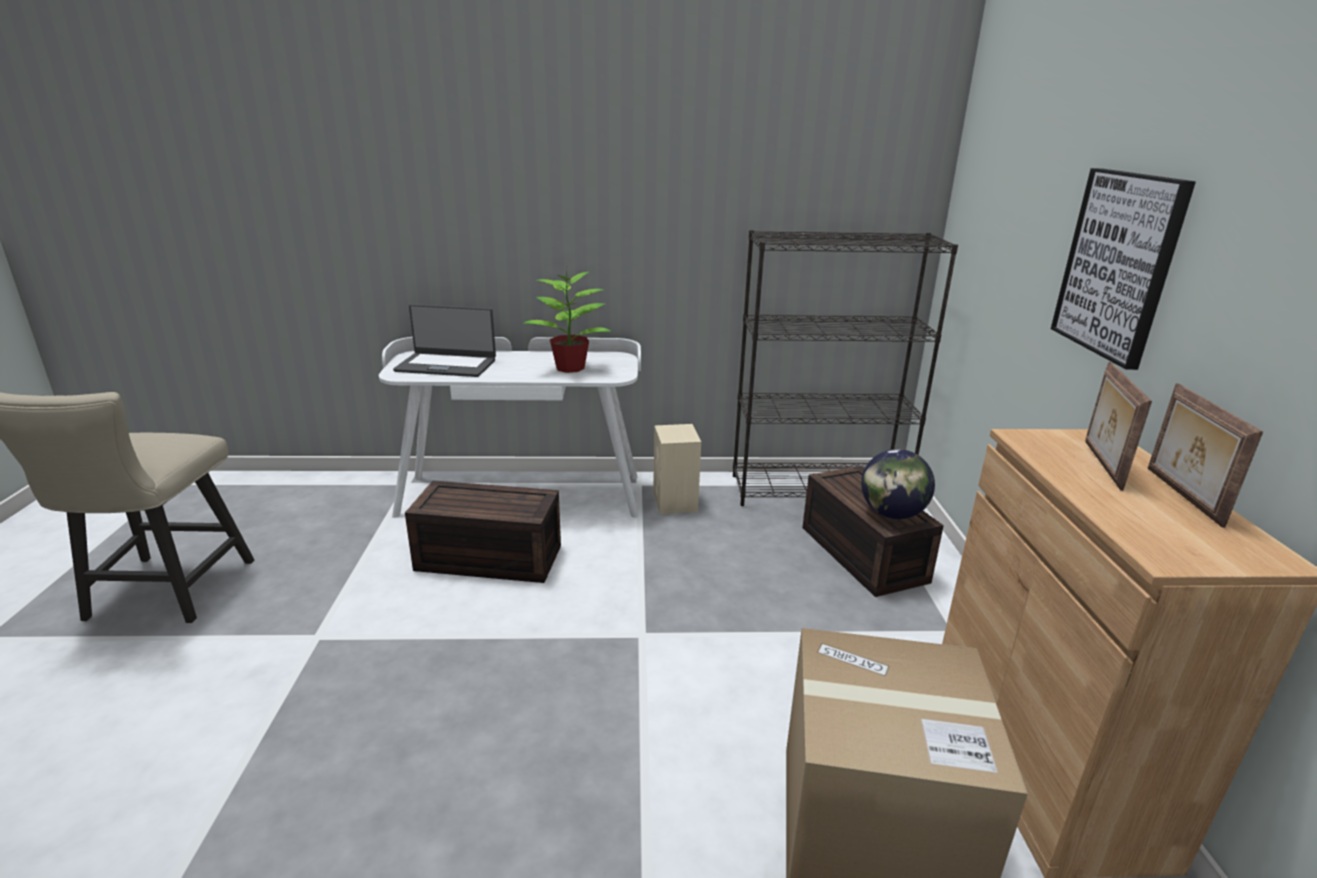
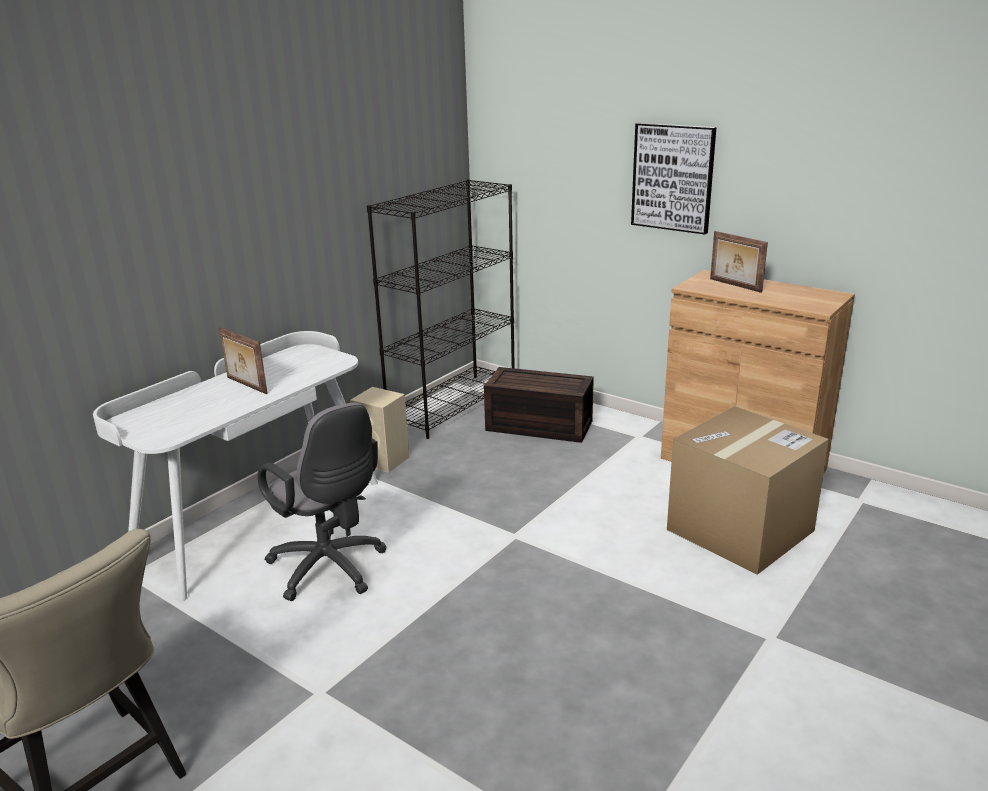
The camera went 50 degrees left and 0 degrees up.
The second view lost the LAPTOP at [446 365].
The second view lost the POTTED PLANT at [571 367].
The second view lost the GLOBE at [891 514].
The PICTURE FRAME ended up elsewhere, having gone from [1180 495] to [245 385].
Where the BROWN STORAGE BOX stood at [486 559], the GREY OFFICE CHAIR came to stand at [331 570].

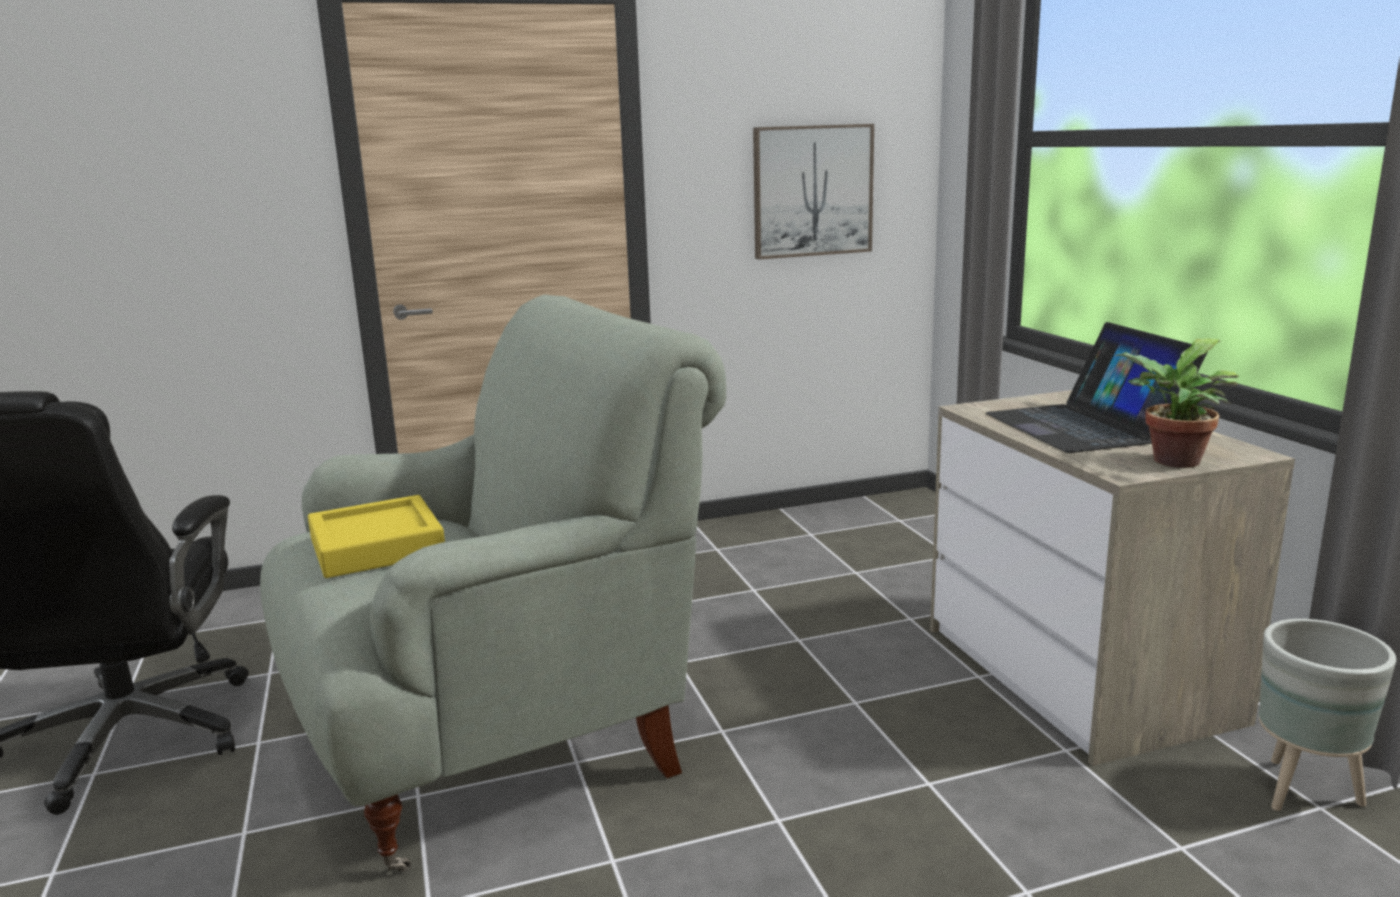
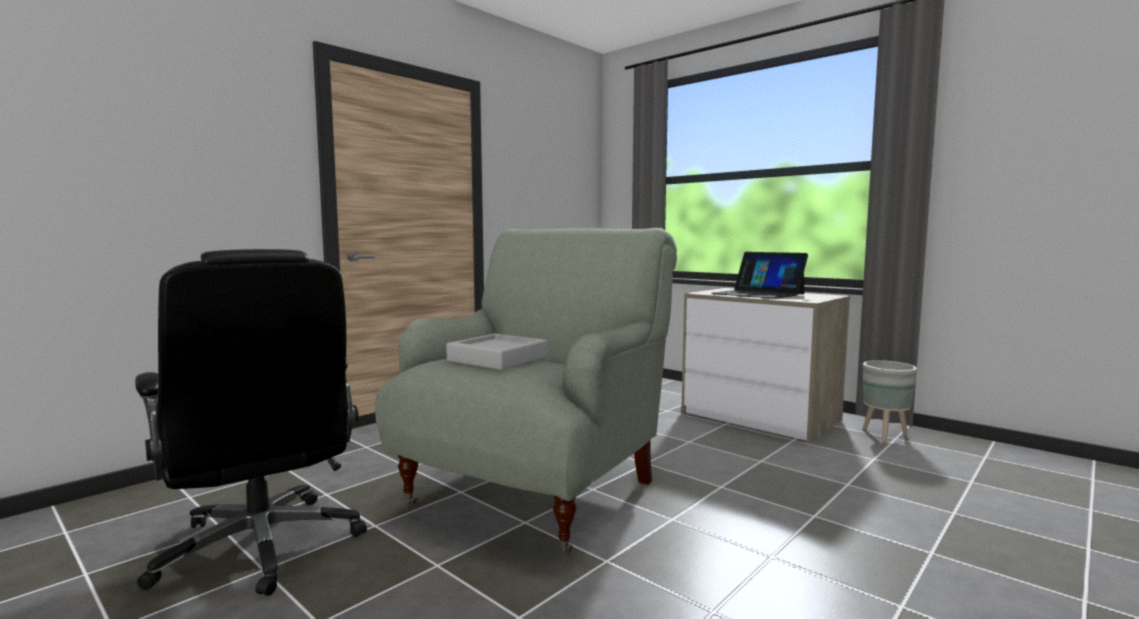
The camera went 30 degrees left and 10 degrees down.
The second view lost the PICTURE at [812 191].
The second view lost the POTTED PLANT at [1171 462].
What was the YELLOW TRAY at [377 547] turned into the GREY TRAY at [497 359].

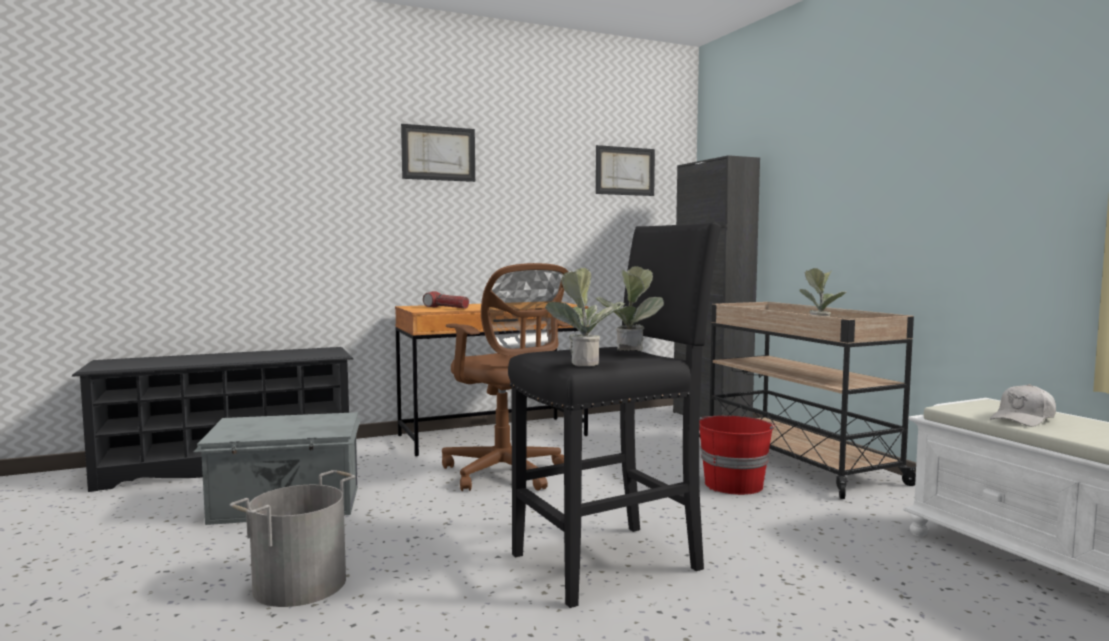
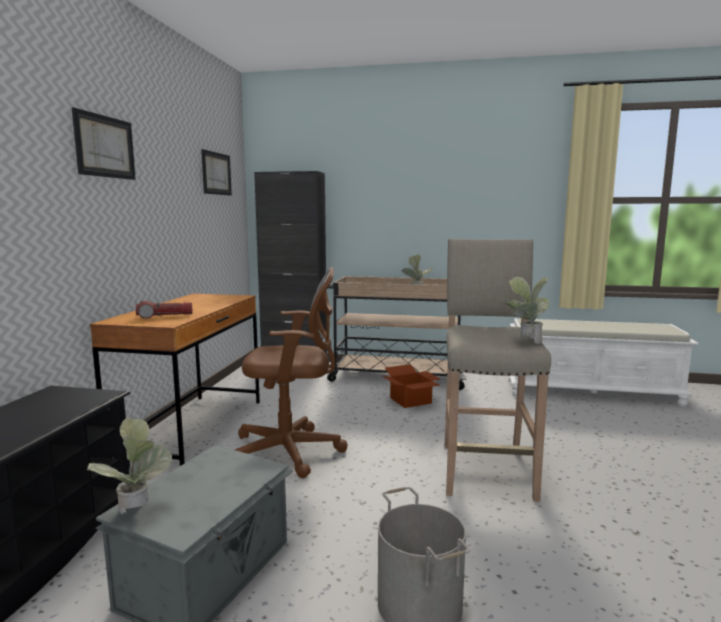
The camera went 55 degrees left and 5 degrees up.
The second view lost the WHITE CAP at [1023 419].
The POTTED PLANT ended up elsewhere, having gone from [629 353] to [137 512].
Where the RED BUCKET stood at [733 484], the CARDBOARD BOX came to stand at [410 401].
What was the BLACK STOOL at [610 561] turned into the BEIGE STOOL at [486 469].

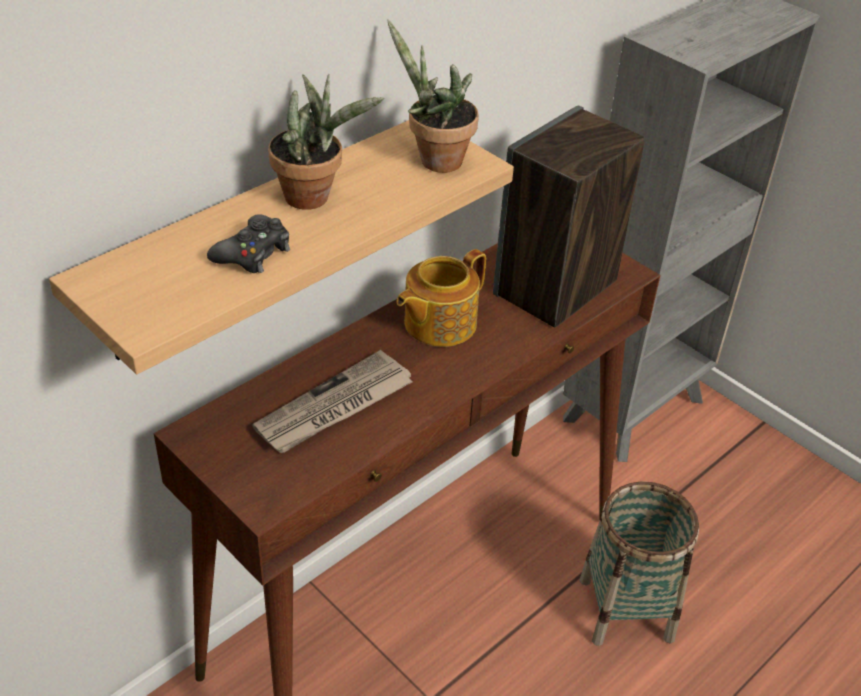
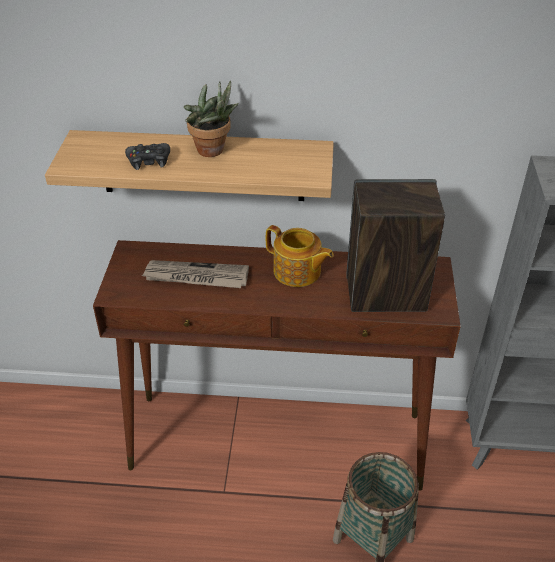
The camera went 50 degrees right and 0 degrees up.
The second view lost the POTTED PLANT at [434 160].
The TEAPOT at [438 323] ended up facing another way, 150 degrees counterclockwise from before.

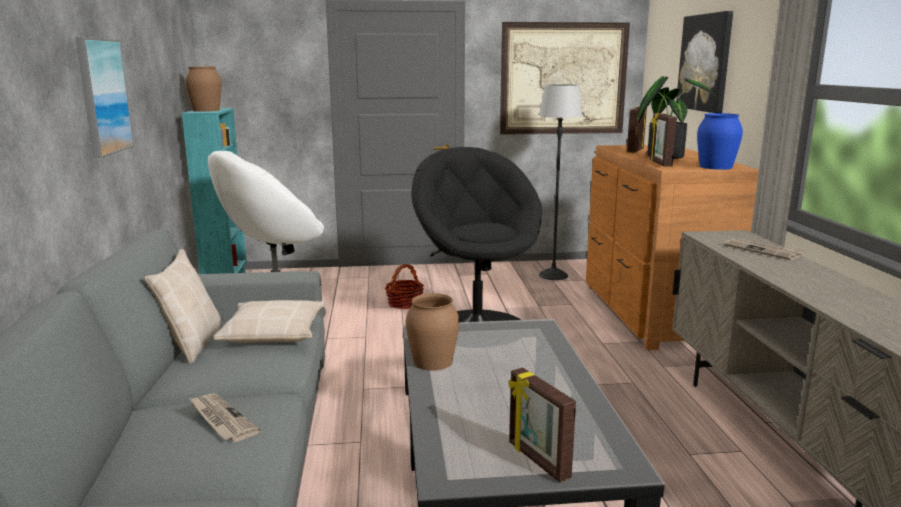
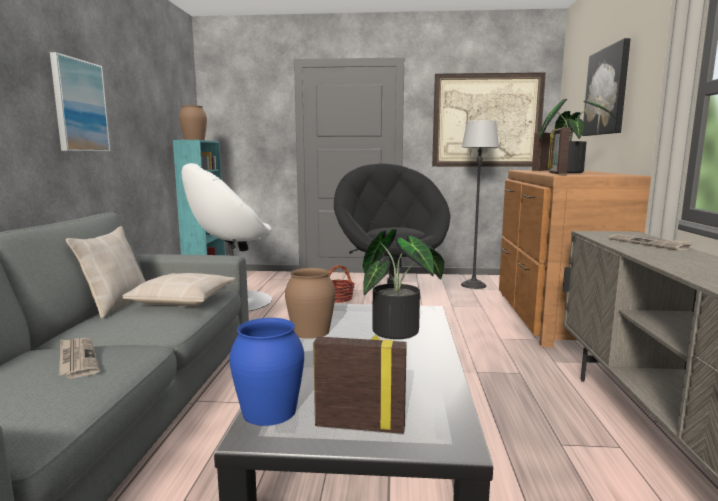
The camera went 10 degrees right and 5 degrees down.
The second view gained the POTTED PLANT at [401 331].
The BLUE VASE ended up elsewhere, having gone from [716 167] to [269 411].
The PICTURE FRAME at [537 460] ended up facing another way, 120 degrees clockwise from before.

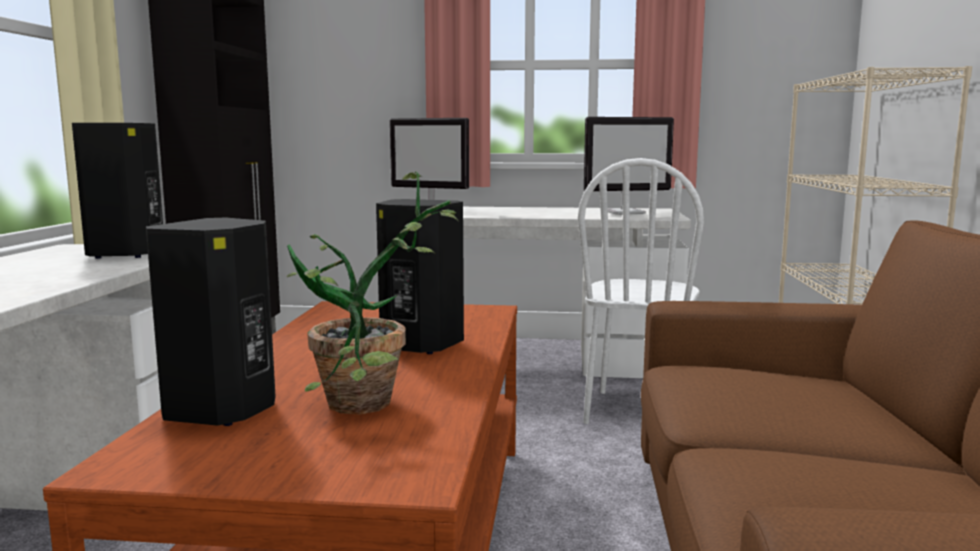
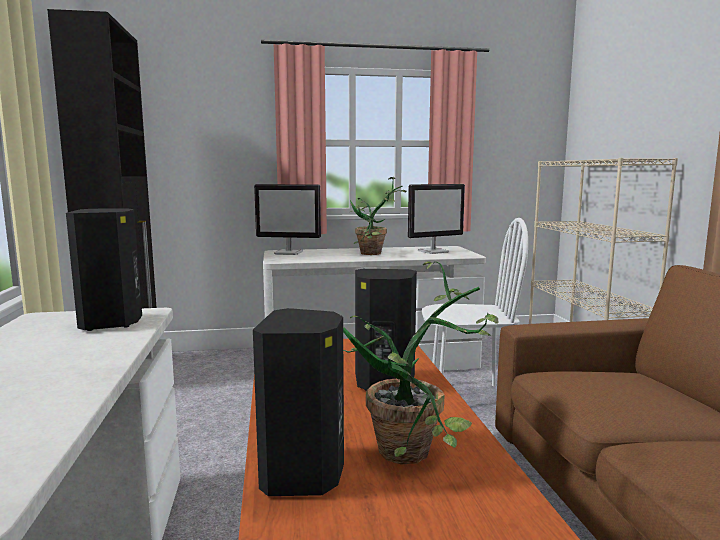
The camera went 15 degrees left and 0 degrees up.
The second view gained the POTTED PLANT at [375 254].
The WHITE CHAIR at [637 411] ended up facing another way, 90 degrees counterclockwise from before.

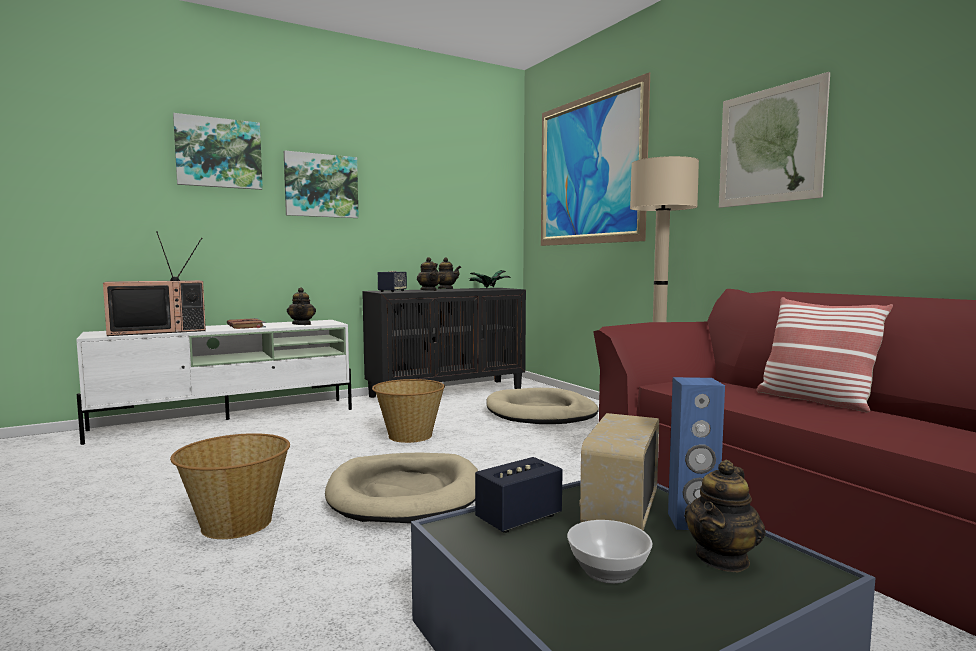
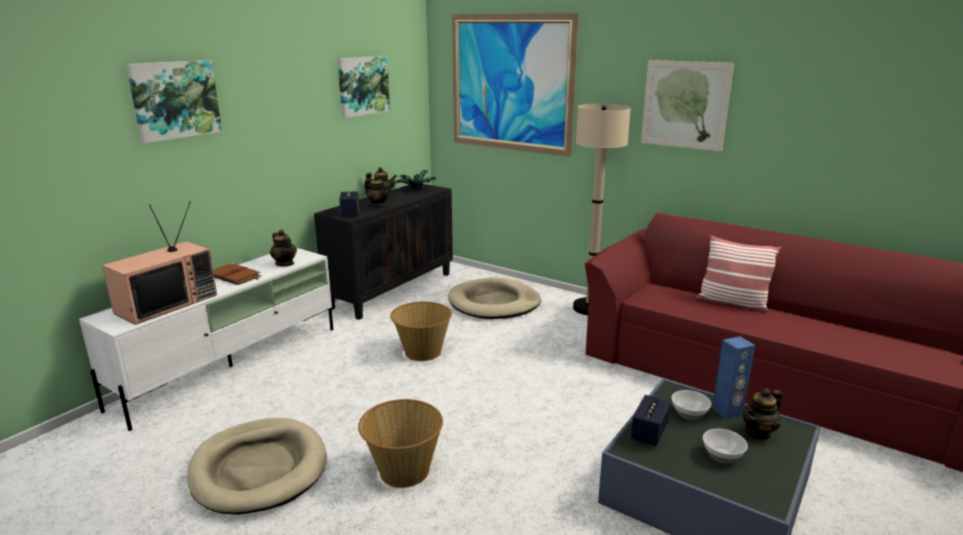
The camera went 25 degrees left and 15 degrees up.
The PICTURE ended up elsewhere, having gone from [321 186] to [363 86].
The BEIGE DOG BED ended up elsewhere, having gone from [405 493] to [259 469].
Where the RADIO stood at [619 512], the BOWL came to stand at [690 414].
The TEAPOT at [723 558] ended up facing another way, 45 degrees clockwise from before.

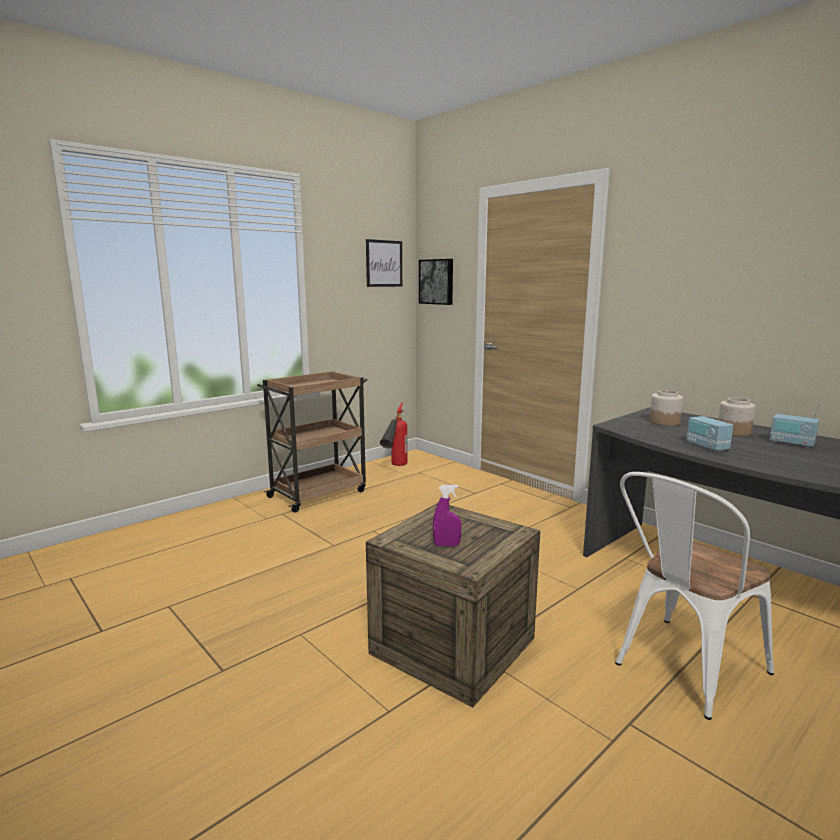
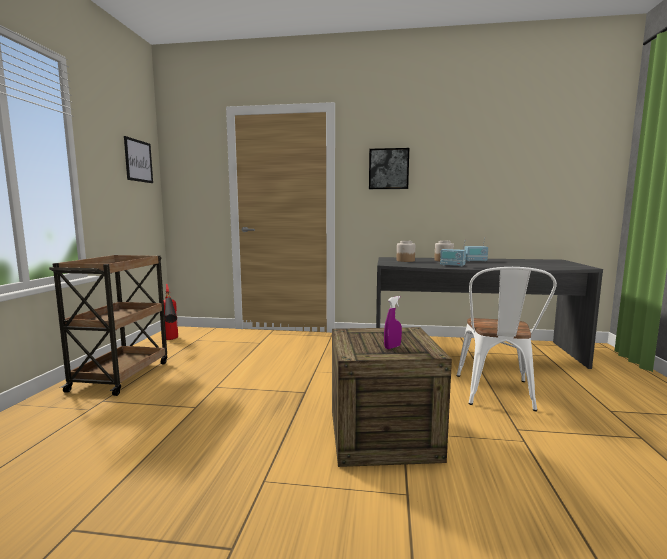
The camera went 40 degrees left and 5 degrees down.
The PICTURE ended up elsewhere, having gone from [437 281] to [388 169].

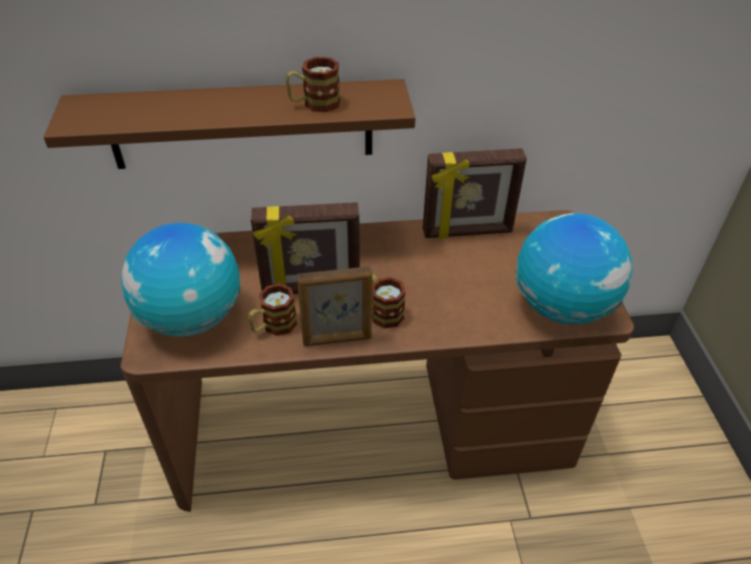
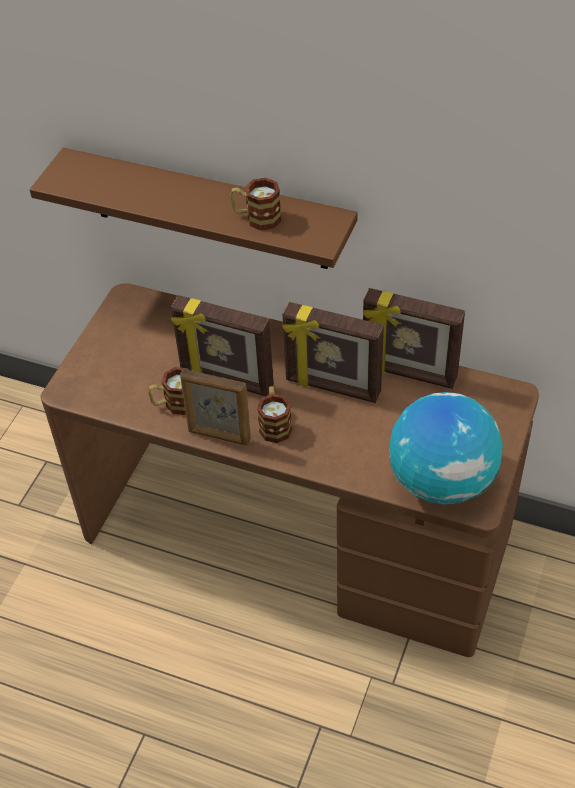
The camera went 30 degrees right and 5 degrees up.
The second view lost the GLOBE at [192 318].
The second view gained the PICTURE FRAME at [332 387].

